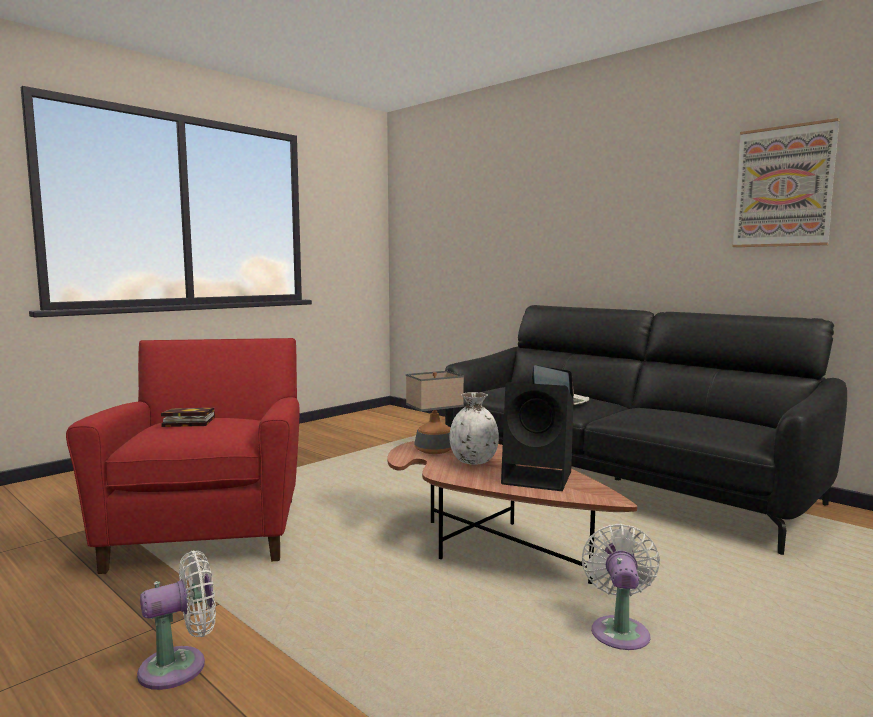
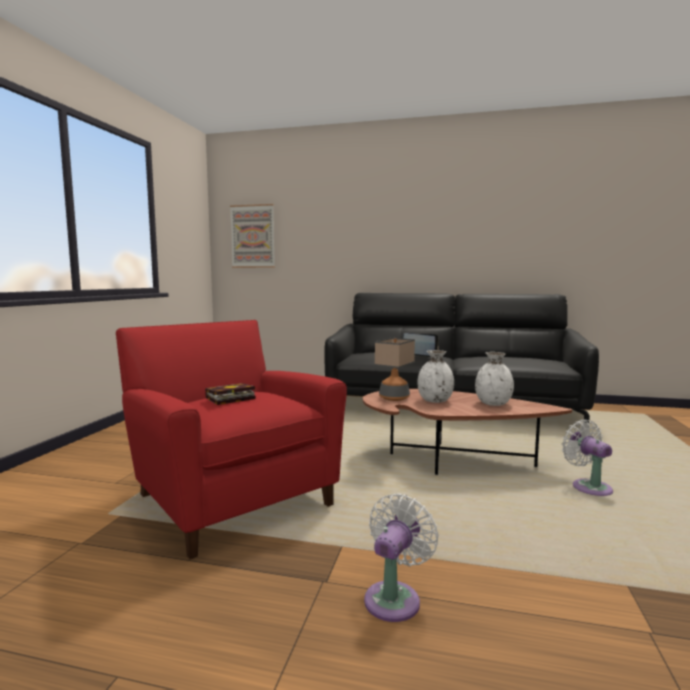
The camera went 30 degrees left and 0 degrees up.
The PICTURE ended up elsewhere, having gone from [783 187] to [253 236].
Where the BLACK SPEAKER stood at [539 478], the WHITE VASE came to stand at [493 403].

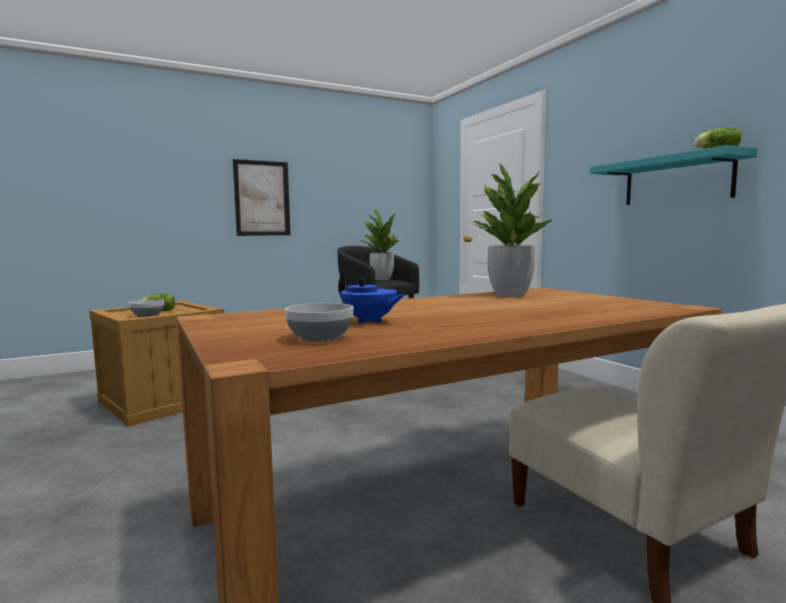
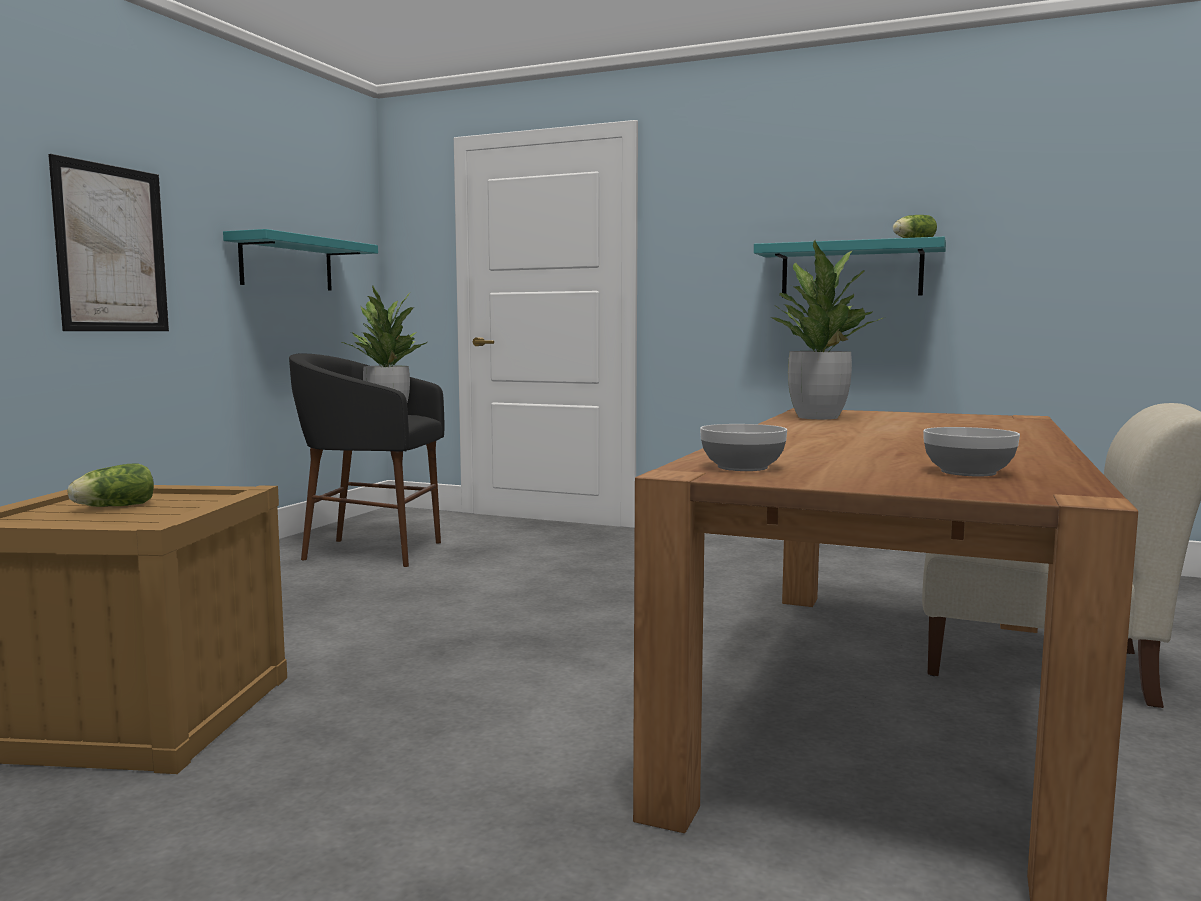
The camera went 40 degrees left and 0 degrees up.
The second view lost the BLUE TEAPOT at [369 321].
The second view gained the TURQUOISE SHELF at [287 263].
The BOWL ended up elsewhere, having gone from [148 315] to [743 467].

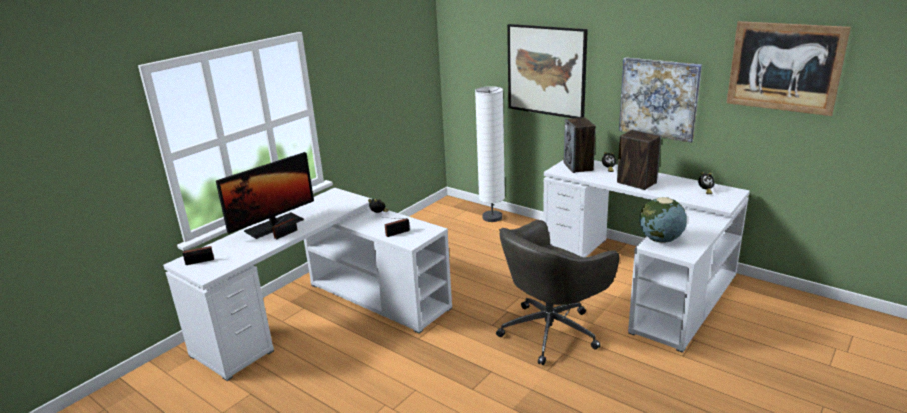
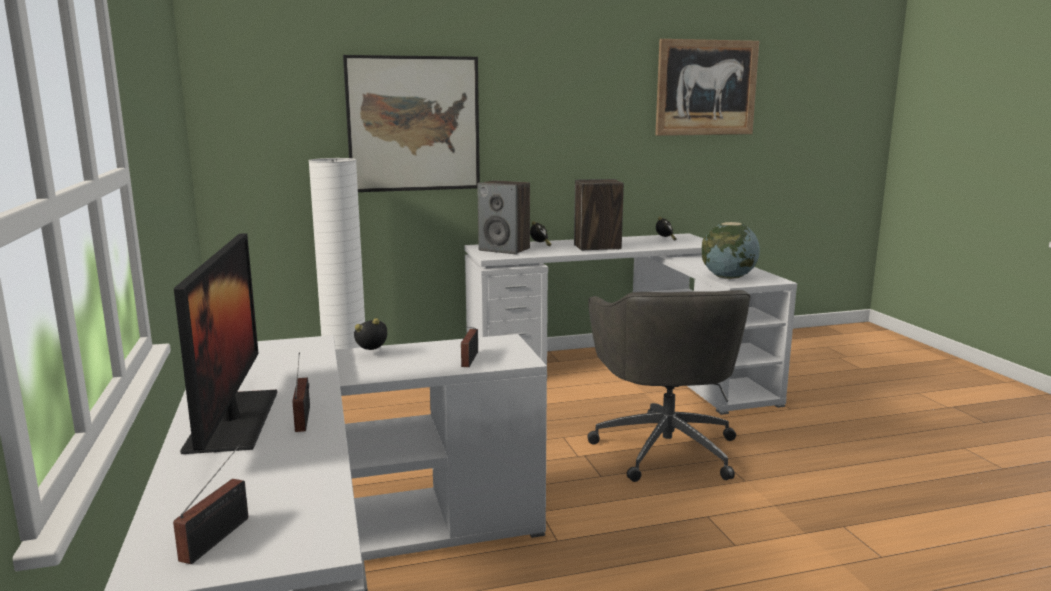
The camera went 55 degrees left and 10 degrees down.
The second view lost the PICTURE at [658 98].

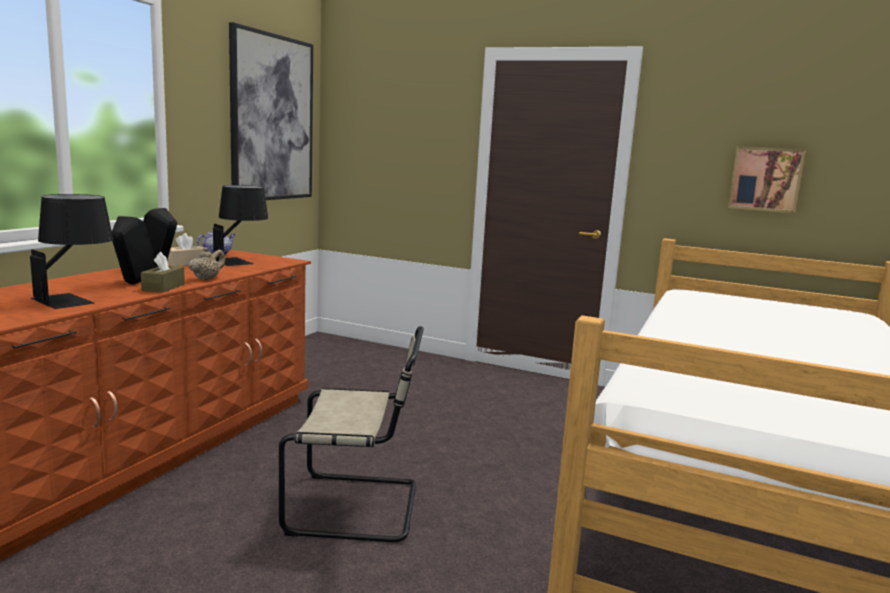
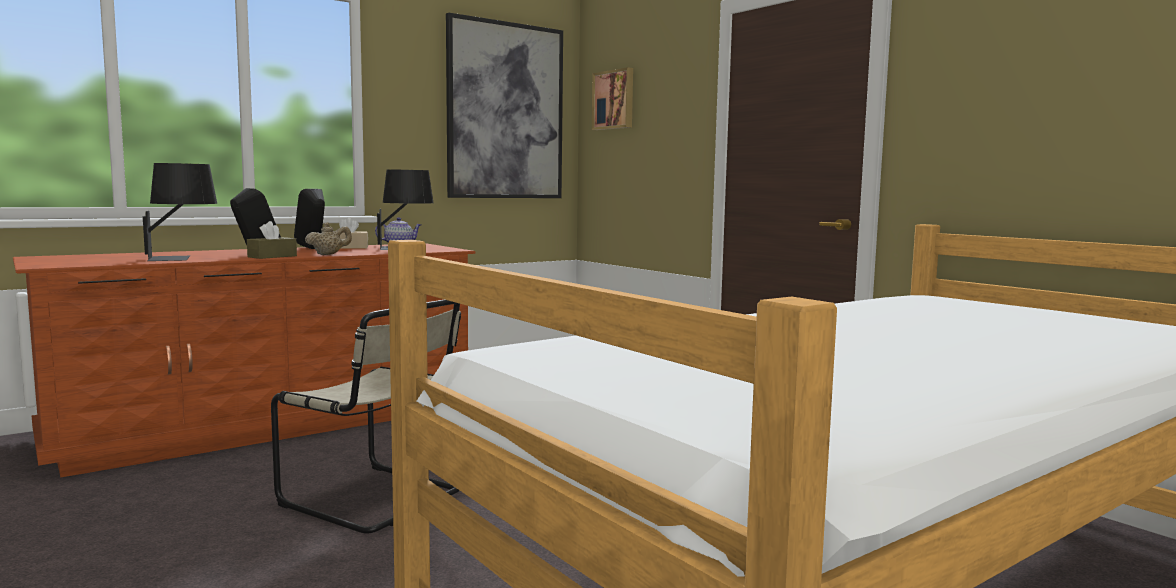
The camera went 30 degrees right and 5 degrees down.
The PICTURE ended up elsewhere, having gone from [765 179] to [614 100].

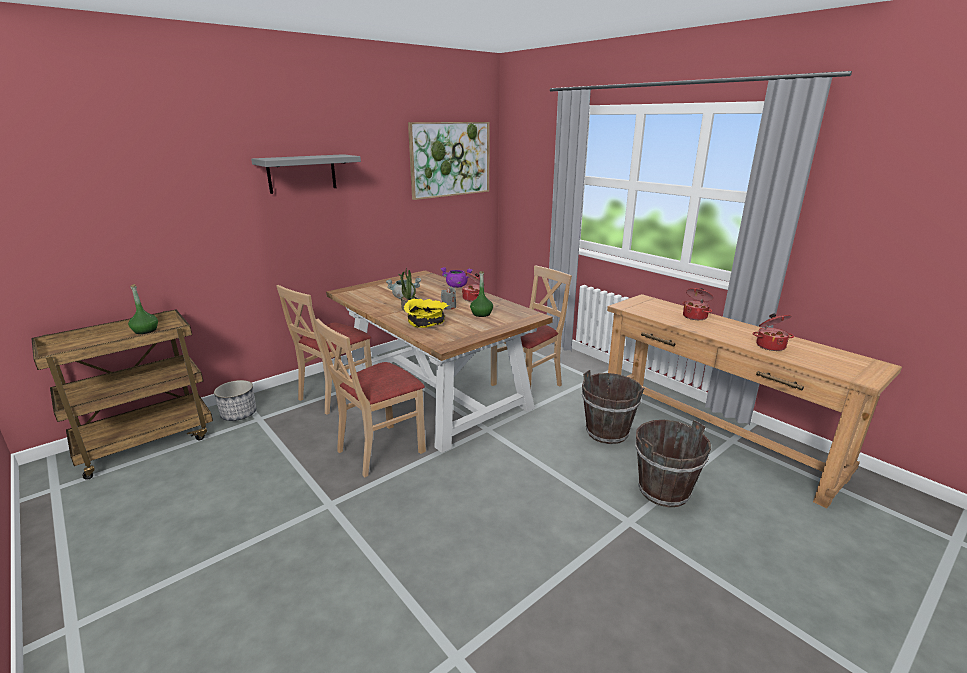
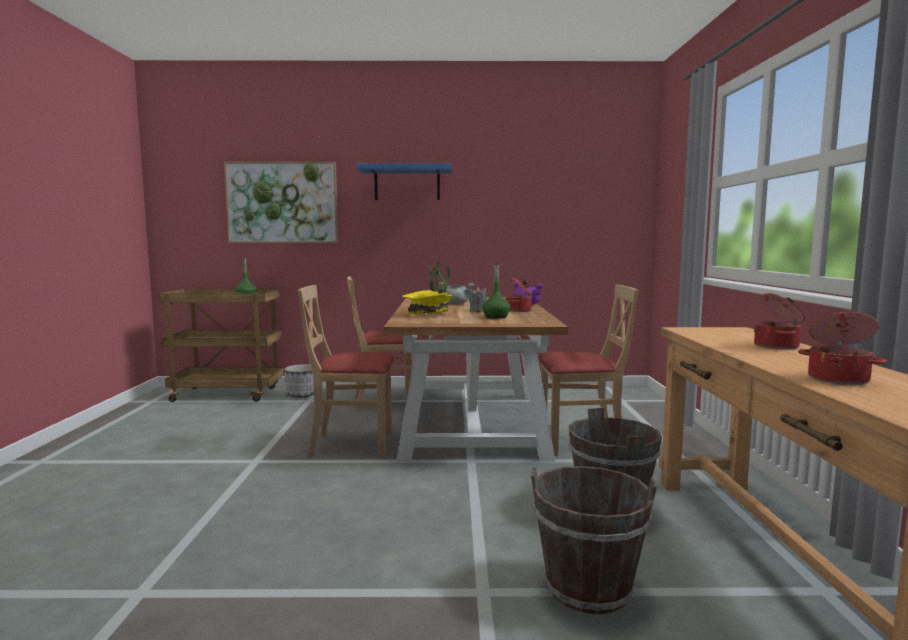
The camera went 40 degrees right and 15 degrees down.
The PICTURE ended up elsewhere, having gone from [450 159] to [282 202].
What was the GREY SHELF at [302 173] turned into the BLUE SHELF at [407 184].

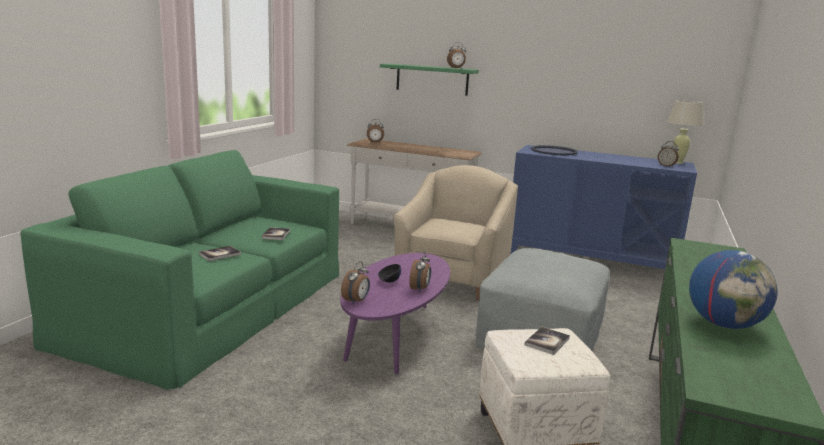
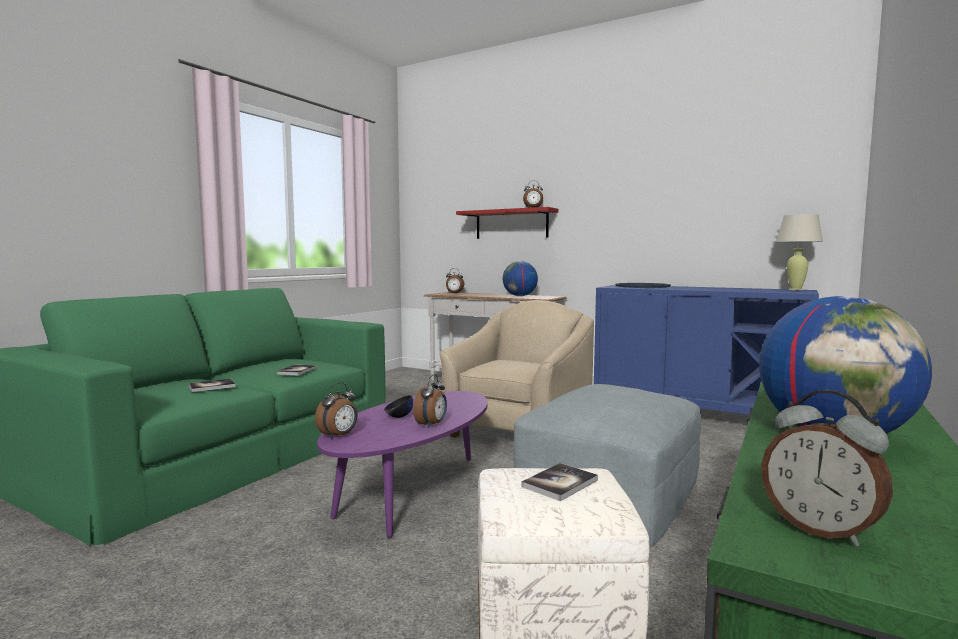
The camera went 10 degrees right and 10 degrees down.
The second view gained the GLOBE at [519 296].
The ALARM CLOCK ended up elsewhere, having gone from [666 166] to [820 529].
What was the GREEN SHELF at [432 79] turned into the RED SHELF at [511 224].

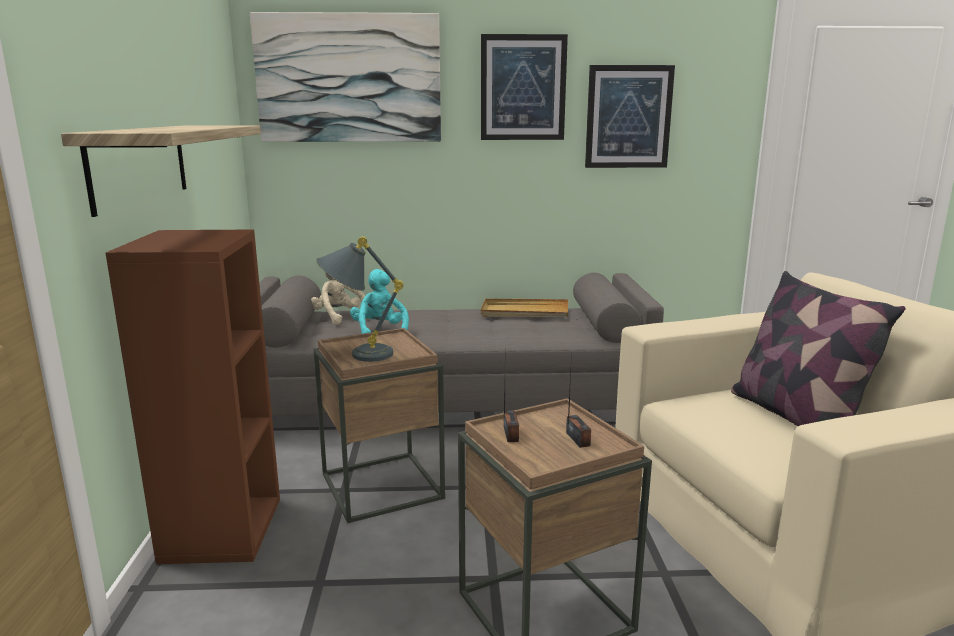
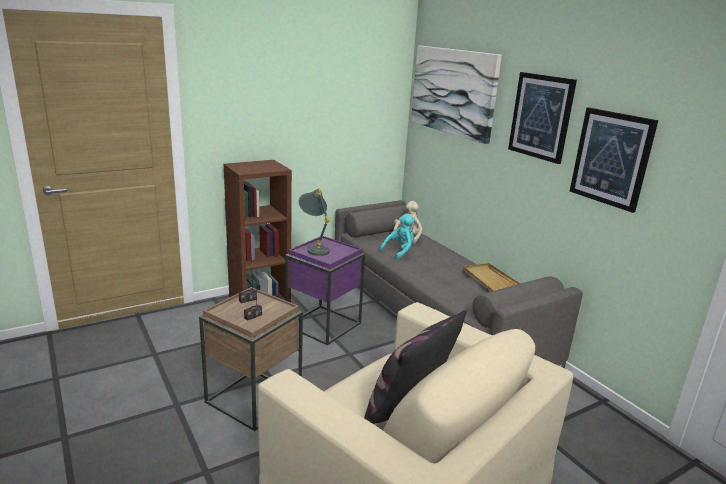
The camera went 60 degrees right and 5 degrees up.
The second view lost the SHELF at [139 165].
What was the BROWN SIDE TABLE at [381 486] turned into the PURPLE SIDE TABLE at [323 324].

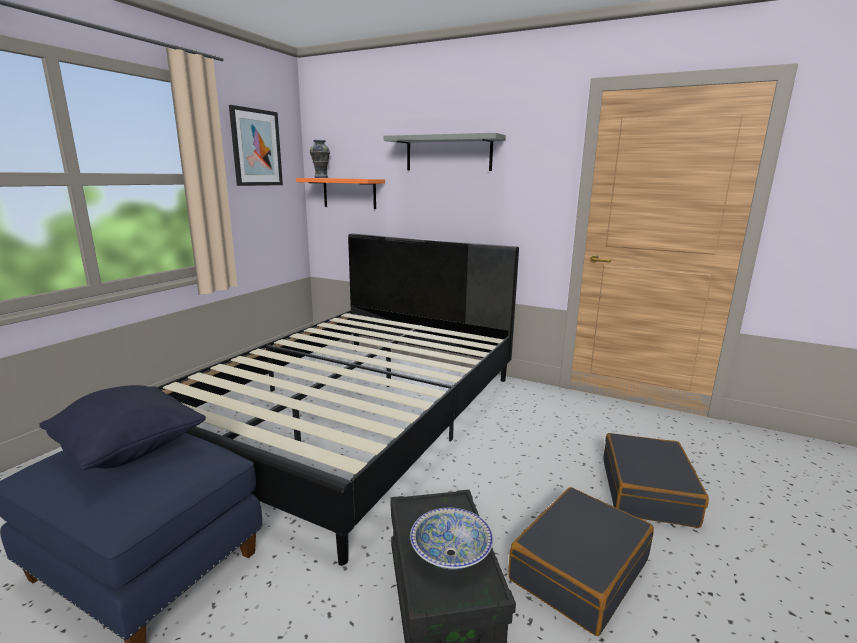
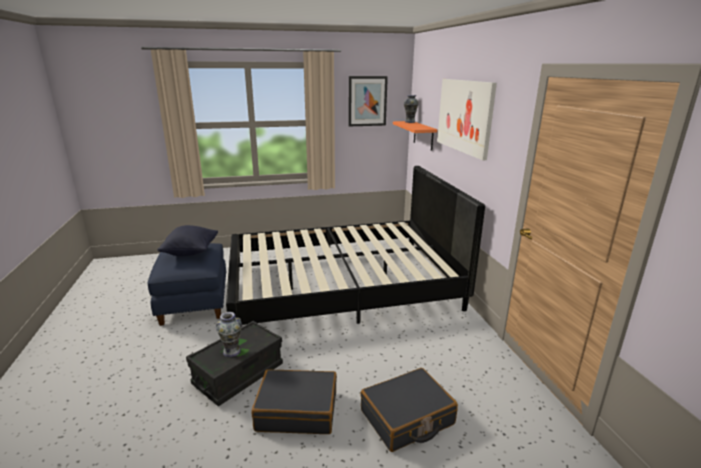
The camera went 50 degrees right and 5 degrees up.
Where the GREY SHELF hung at [448 153], the PICTURE came to hang at [464 116].
Where the BOWL stood at [450 553], the VASE came to stand at [232 351].

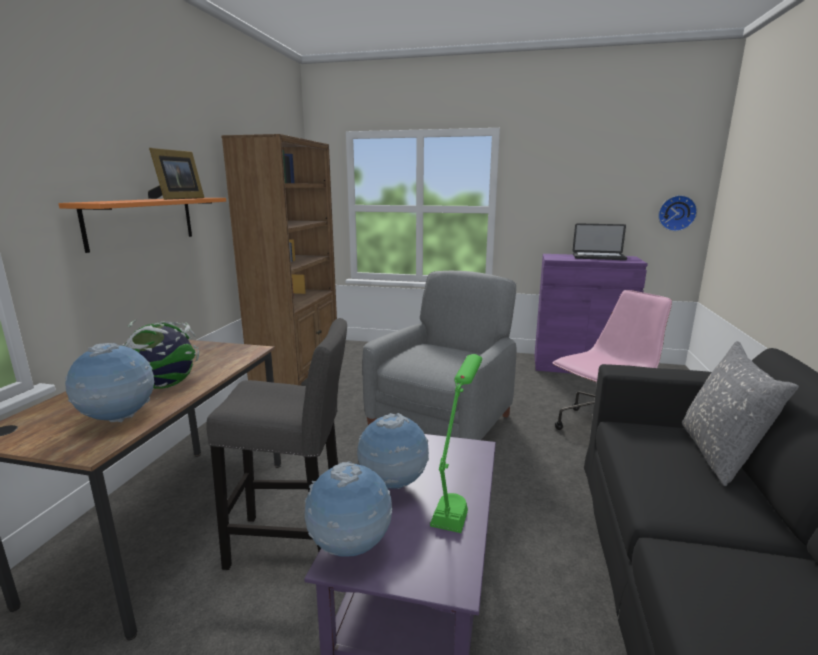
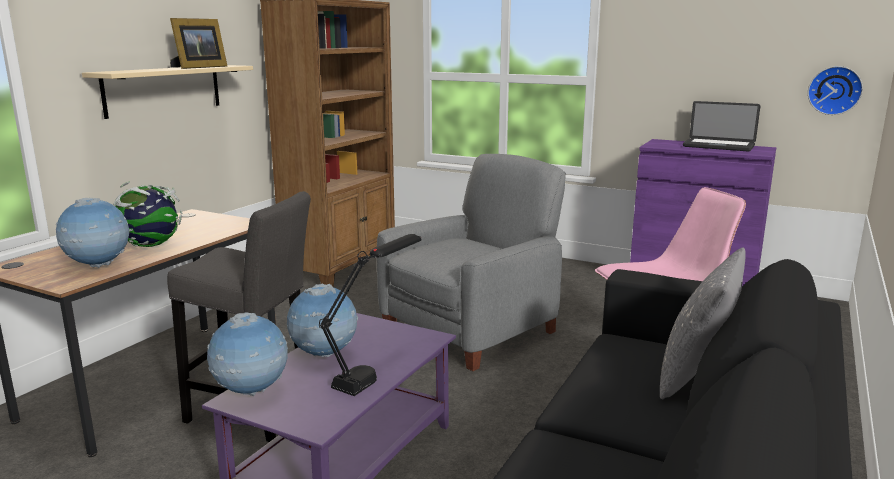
The camera went 15 degrees right and 0 degrees up.
What was the ORANGE SHELF at [141 221] turned into the BEIGE SHELF at [163 90].
What was the GREEN TABLE LAMP at [457 495] turned into the BLACK TABLE LAMP at [375 370].

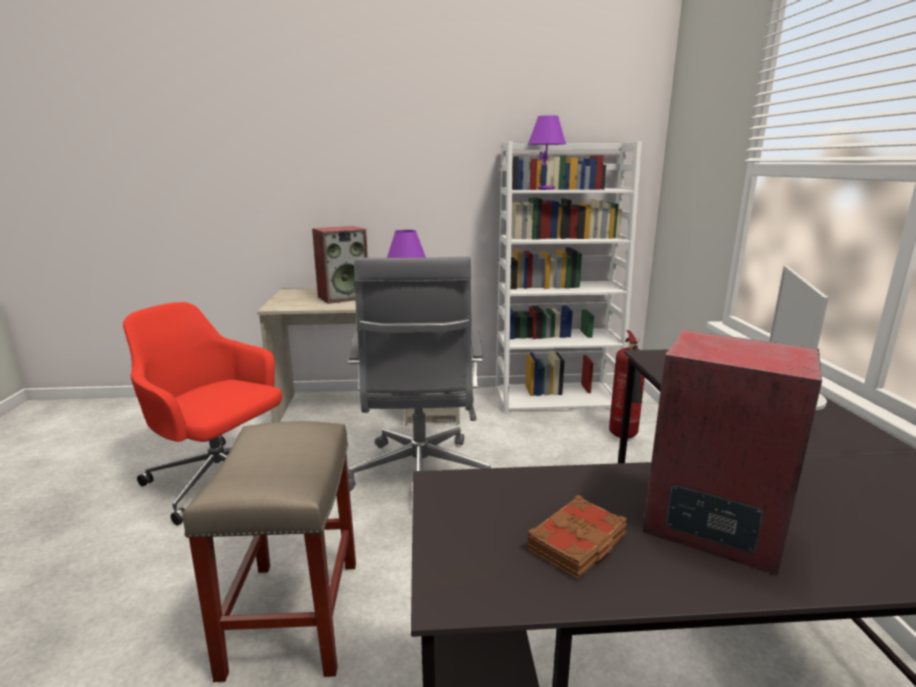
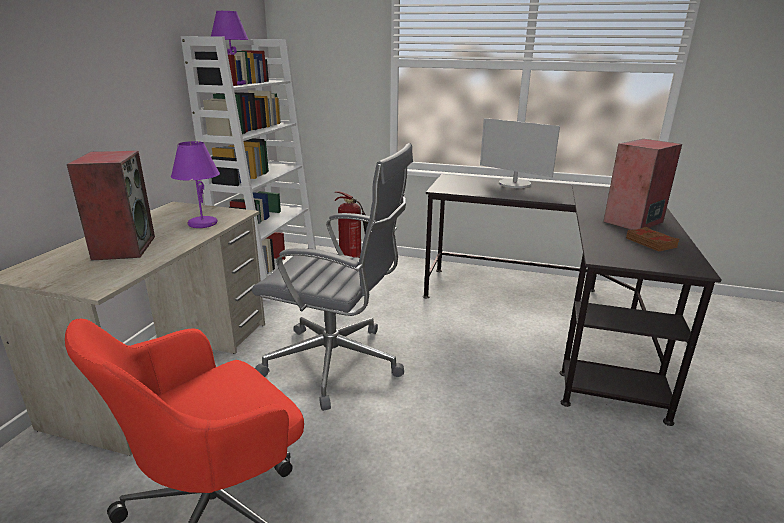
The camera went 70 degrees left and 5 degrees up.
The second view lost the BEIGE STOOL at [293 613].

